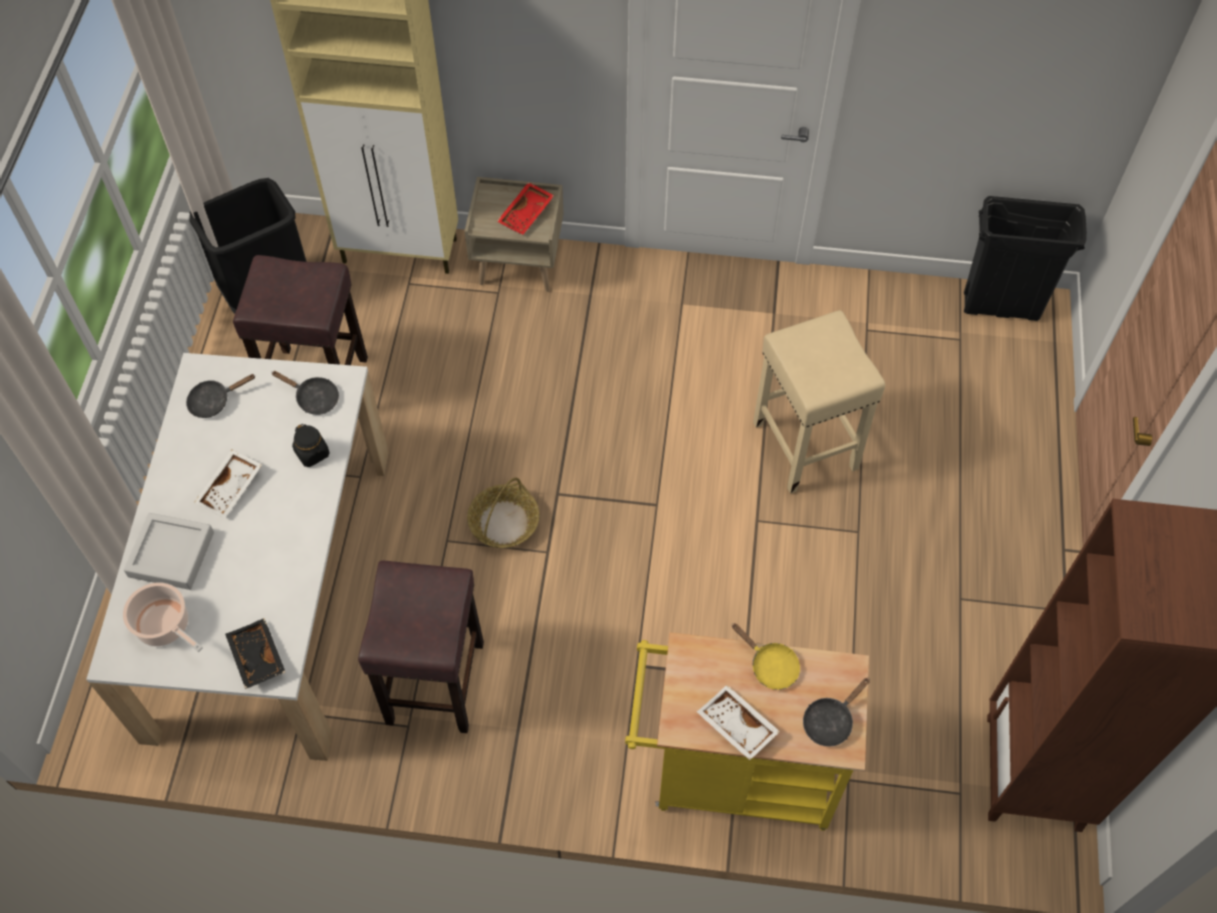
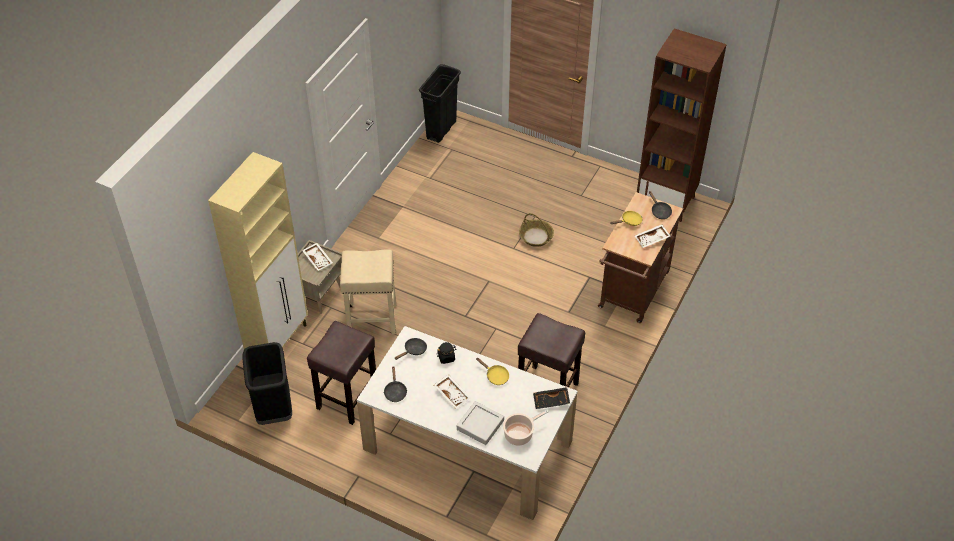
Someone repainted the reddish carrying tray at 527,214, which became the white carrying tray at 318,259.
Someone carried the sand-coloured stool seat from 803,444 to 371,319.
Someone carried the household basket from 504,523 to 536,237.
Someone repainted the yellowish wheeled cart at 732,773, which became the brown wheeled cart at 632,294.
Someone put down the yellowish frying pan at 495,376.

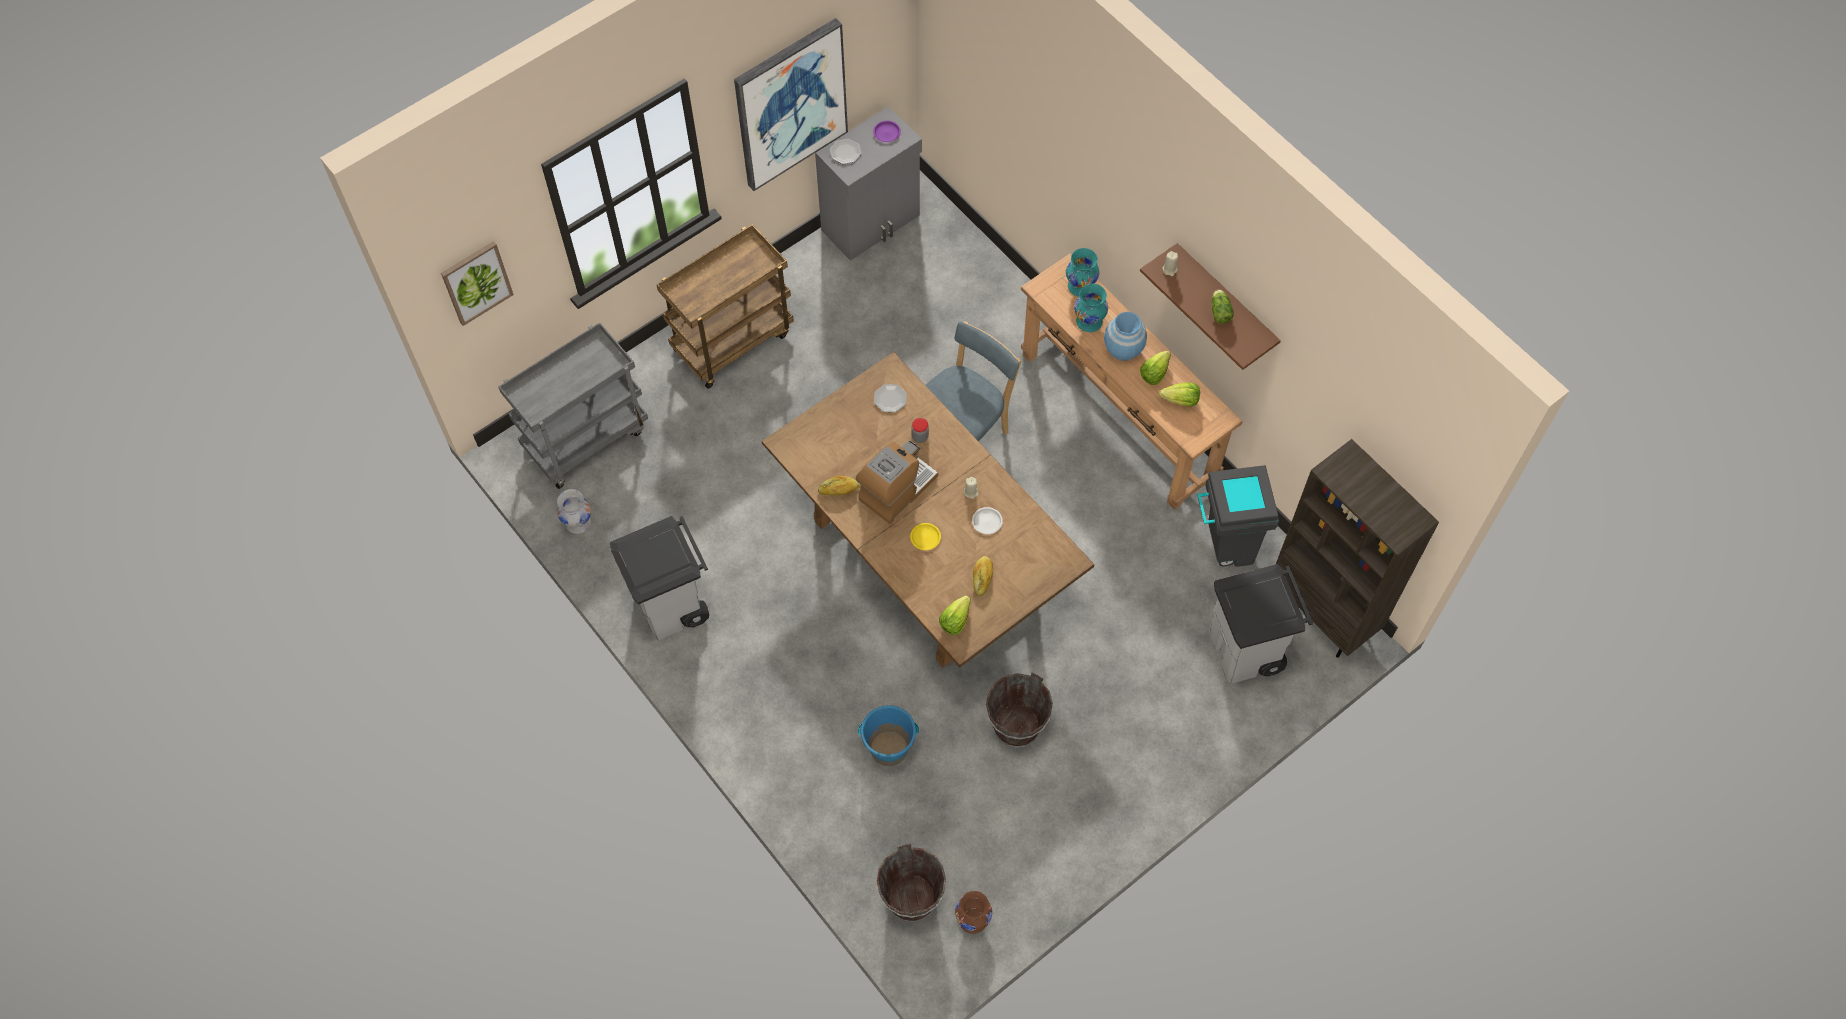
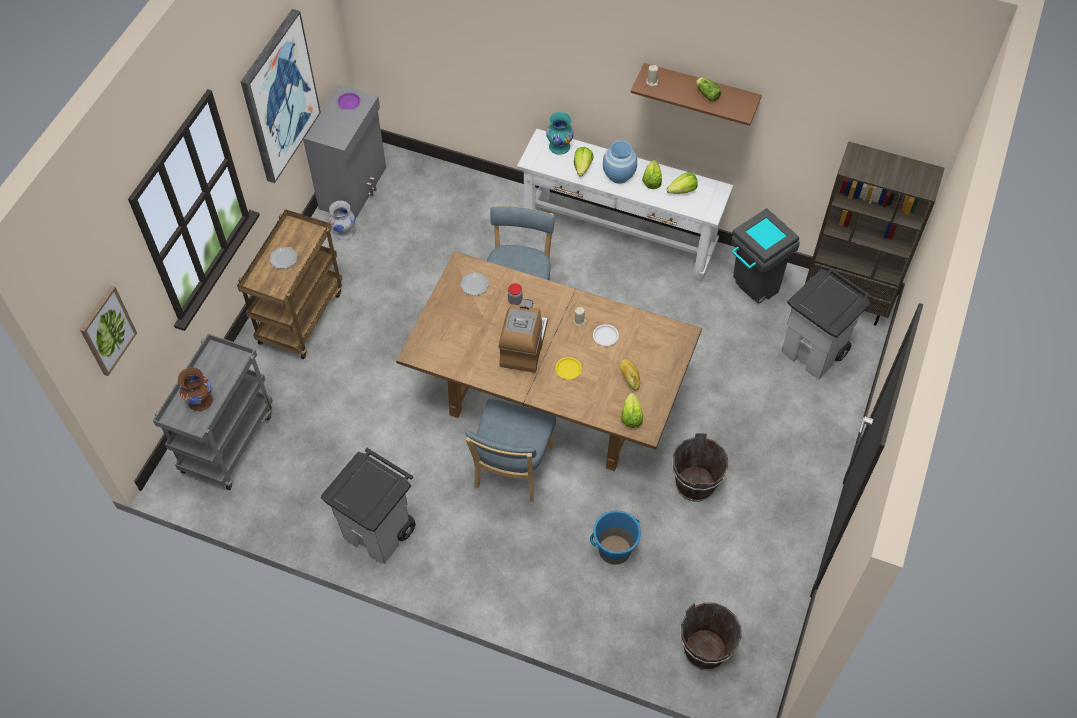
Someone carried the dinner plate from 845,152 to 283,258.
Someone repainted the brown narrow table at 1118,415, which became the white narrow table at 619,237.
Someone swapped the blue-green decorative vase at 1089,321 for the lettuce head at 582,167.
Someone took away the baked bread at 839,490.
Someone carried the white decorative vase from 578,523 to 345,232.
Someone carried the brown decorative vase from 973,920 to 201,401.
Someone put down the blue-coloured chair at 511,470.

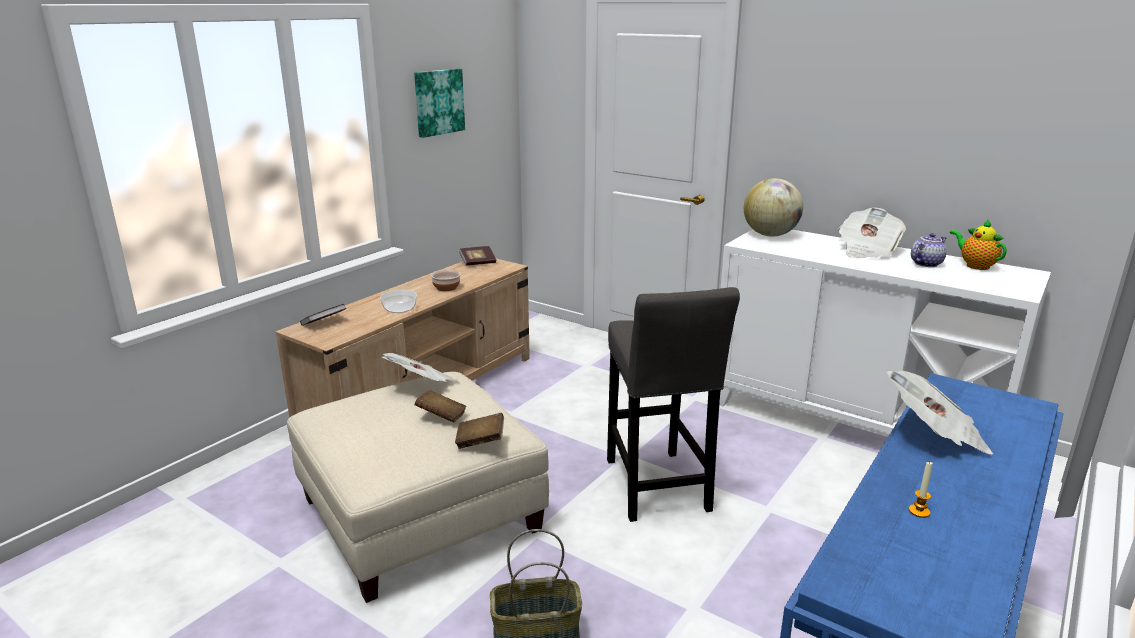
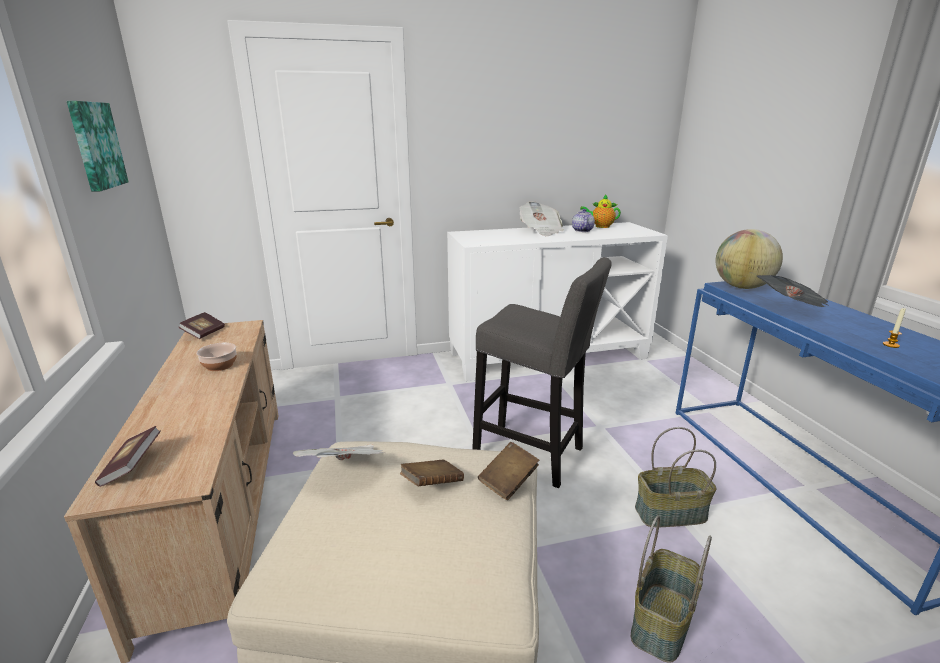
Someone carried the desk globe from 770,235 to 742,287.
Someone took away the deep dish at 400,309.
Someone put down the household basket at 670,514.

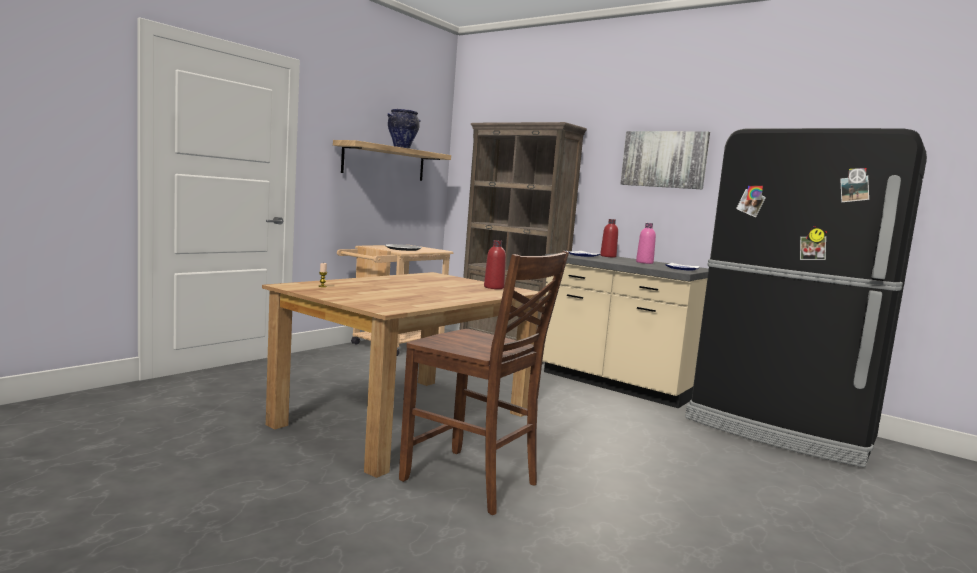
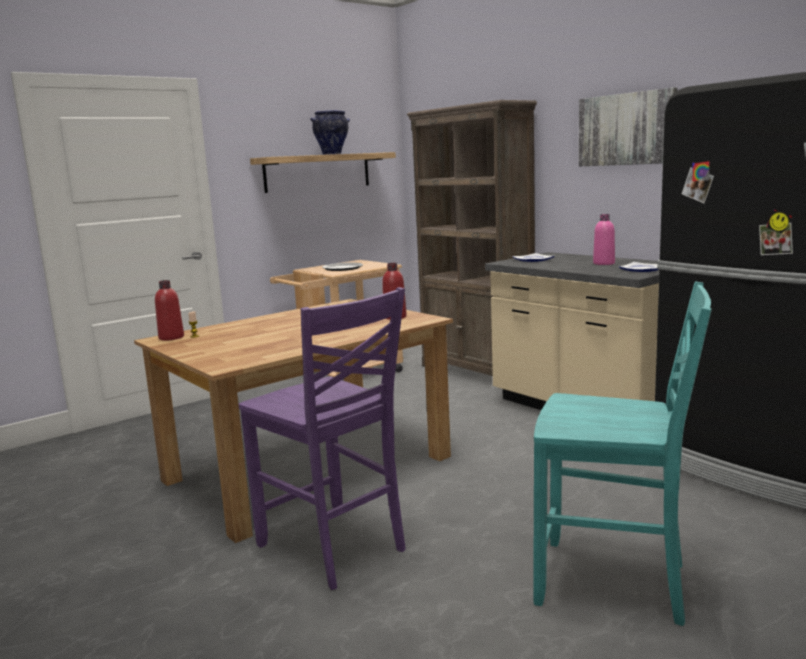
Someone carried the reddish drink bottle from 608,256 to 171,337.
Someone repainted the brown chair at 472,482, which became the purplish chair at 333,548.
Someone put down the blue-green chair at 614,583.

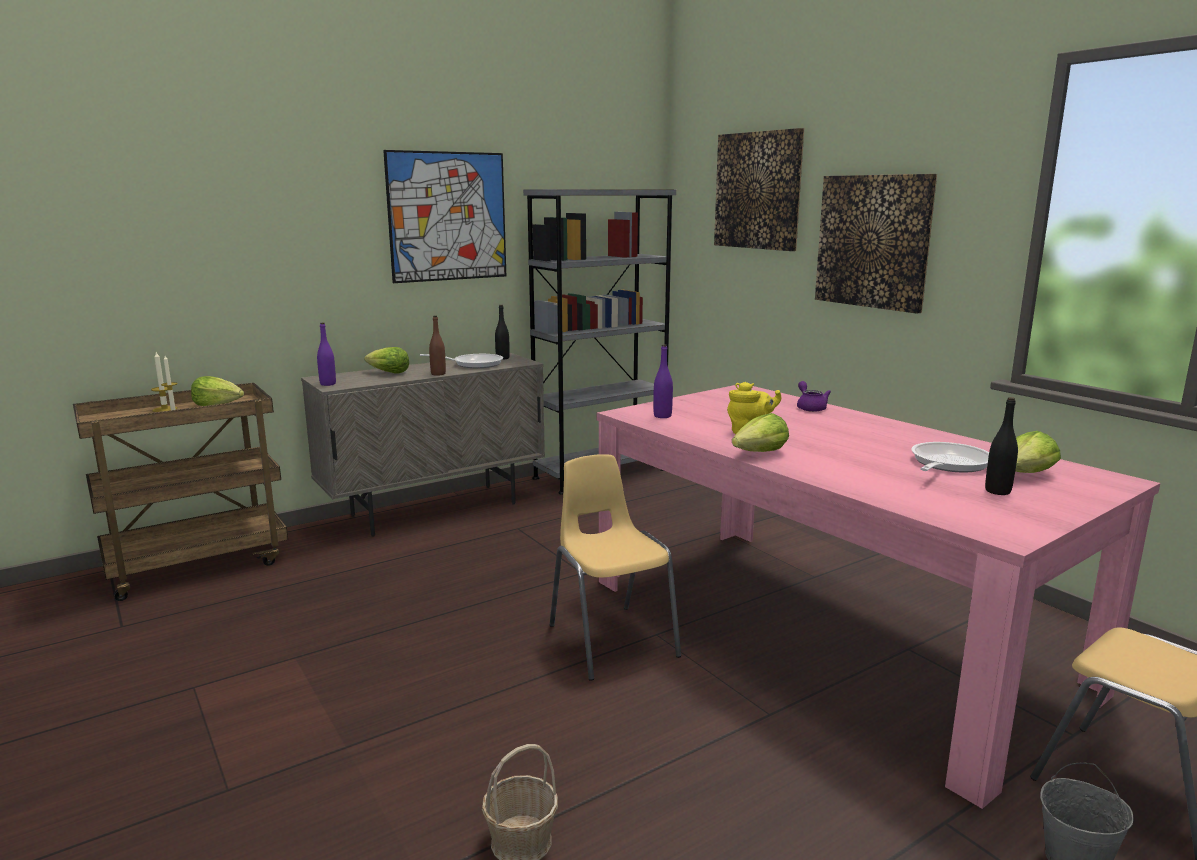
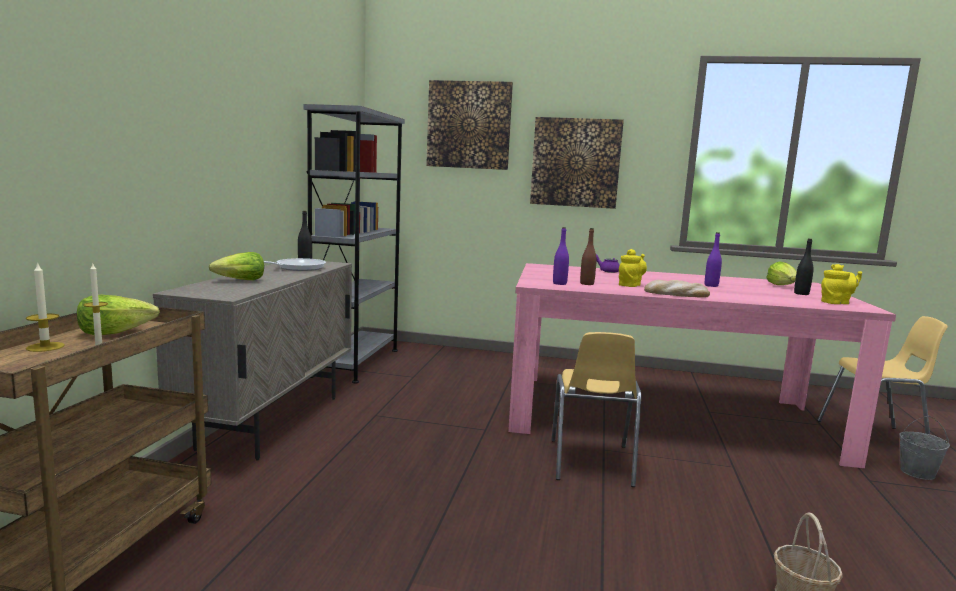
Someone took away the wall art at 448,216.
Someone carried the brown drink bottle from 438,374 to 587,284.
Someone carried the purplish drink bottle from 328,384 to 711,285.
Someone swapped the lettuce head at 760,453 for the baked bread at 676,294.
Someone took away the frying pan at 947,464.
Someone rotated the yellowish chair at 611,640 by 105 degrees counterclockwise.
Someone put down the yellowish pot for tea at 837,303.

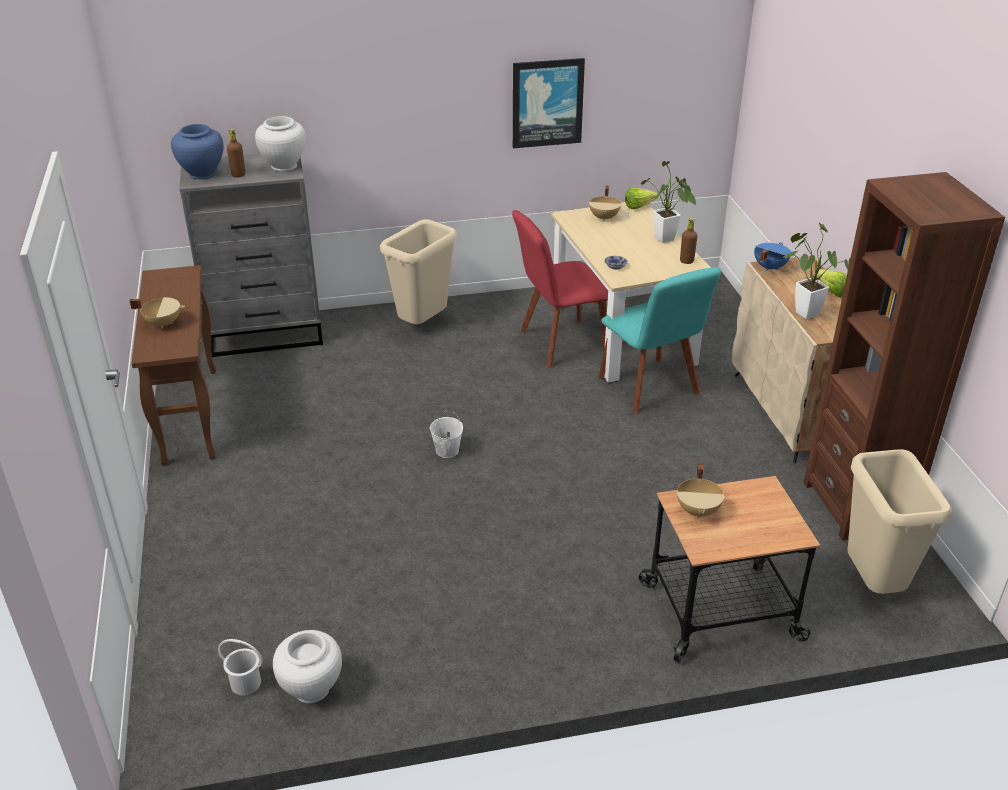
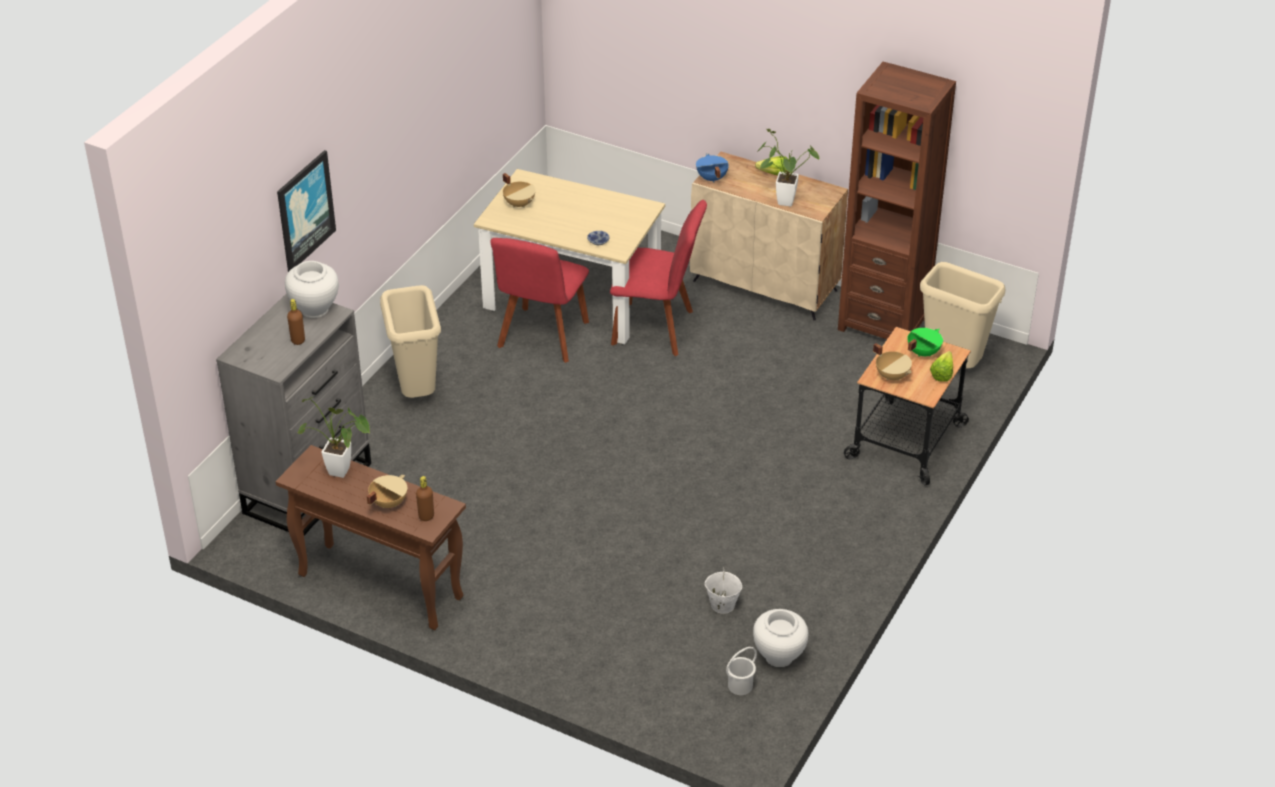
Someone carried the wall art from 547,103 to 305,210.
Someone took away the blue-coloured decorative vase at 202,174.
Someone carried the plant in a pot from 666,241 to 344,472.
Someone carried the lettuce head from 641,206 to 944,372.
Someone carried the brown drink bottle from 686,261 to 426,516.
Someone repainted the blue-green chair at 651,388, which became the reddish chair at 657,329.
Someone carried the white pail from 447,450 to 722,605.
Someone put down the green-coloured stockpot at 922,352.

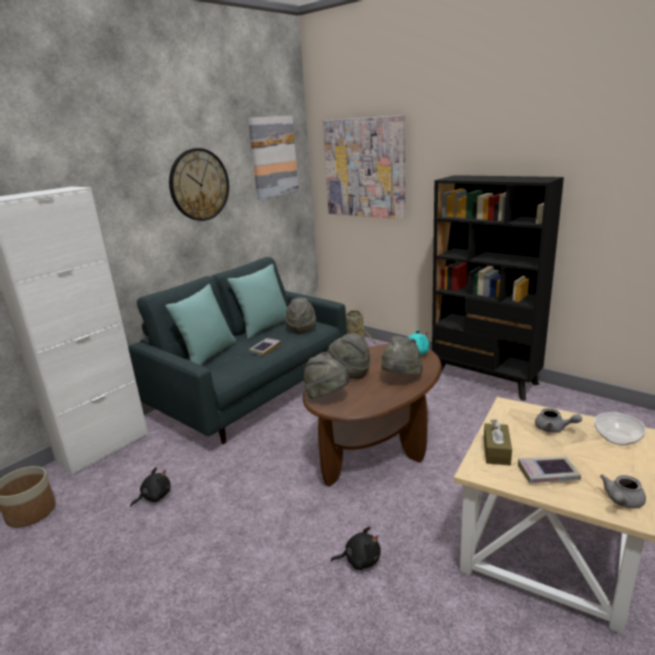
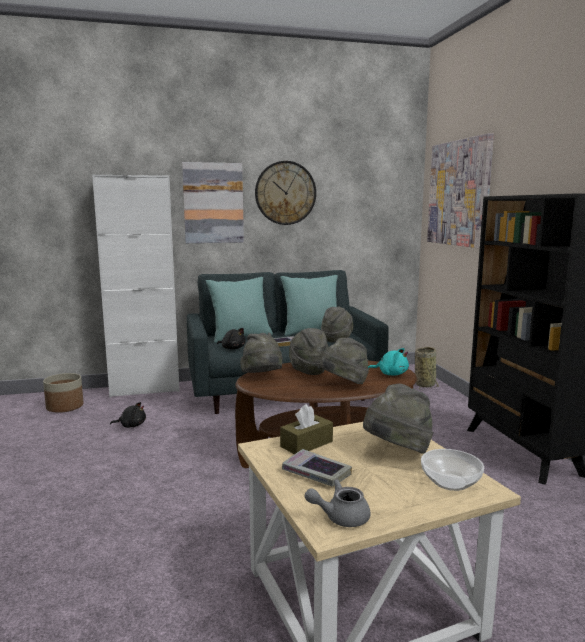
Someone carried the wall art from 273,157 to 213,203.
Someone swapped the gray pot for tea at 554,428 for the gray clothing hat at 397,452.
Someone carried the blackish soft toy from 360,559 to 232,348.

